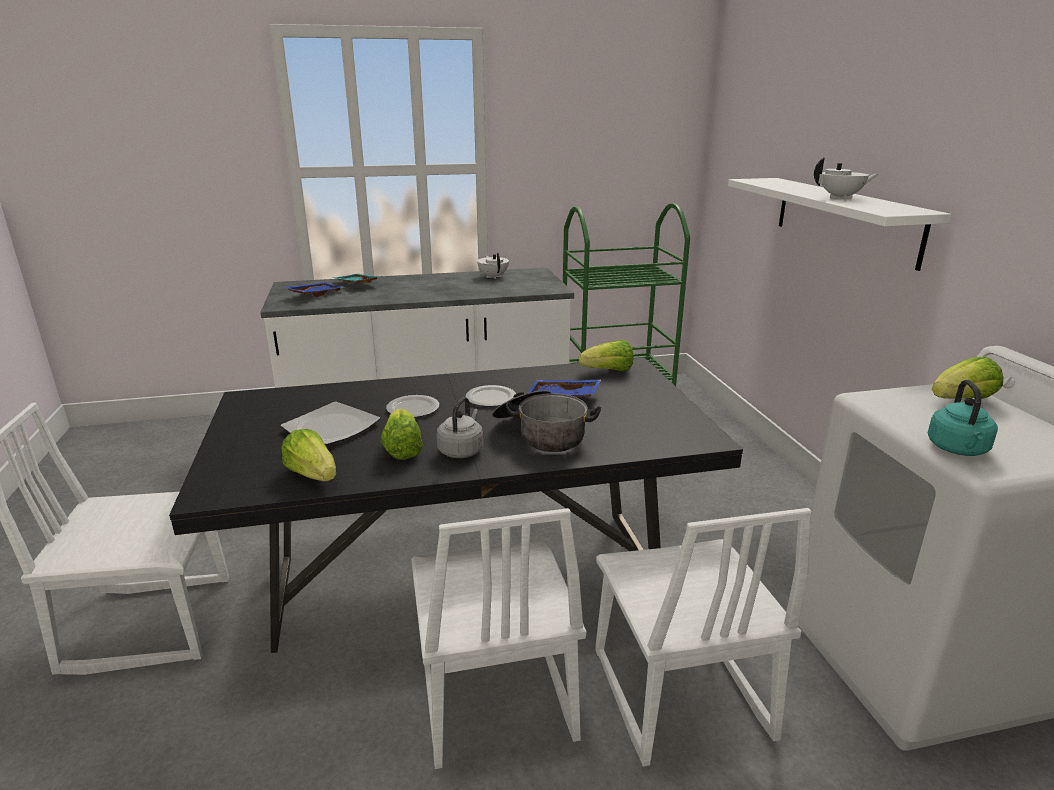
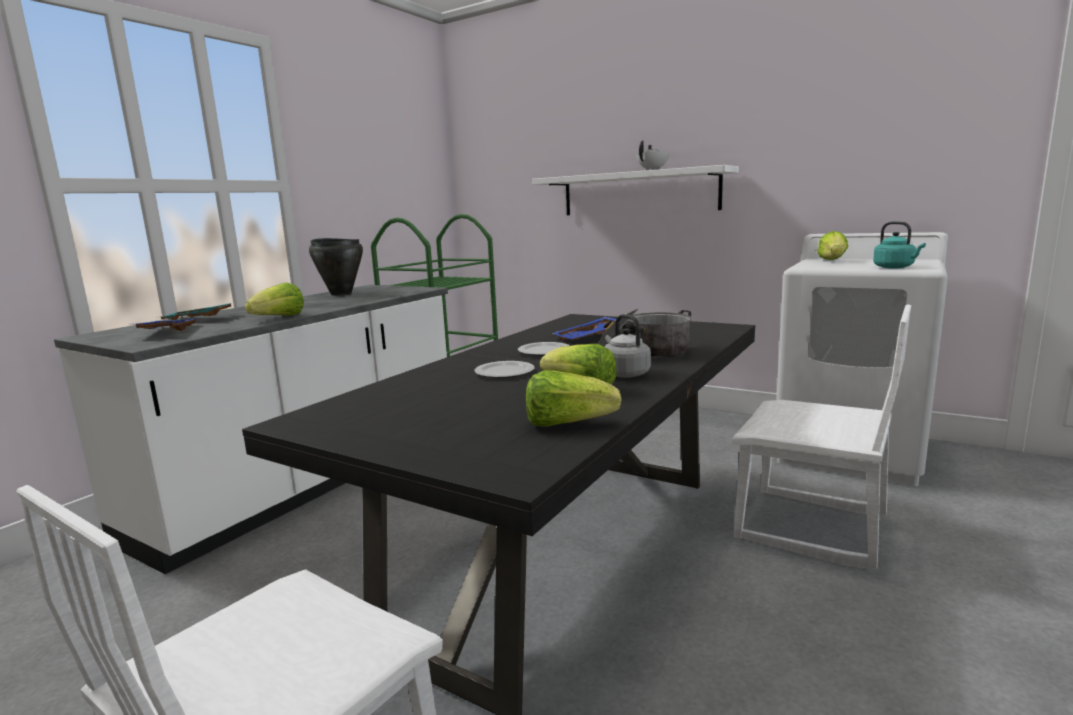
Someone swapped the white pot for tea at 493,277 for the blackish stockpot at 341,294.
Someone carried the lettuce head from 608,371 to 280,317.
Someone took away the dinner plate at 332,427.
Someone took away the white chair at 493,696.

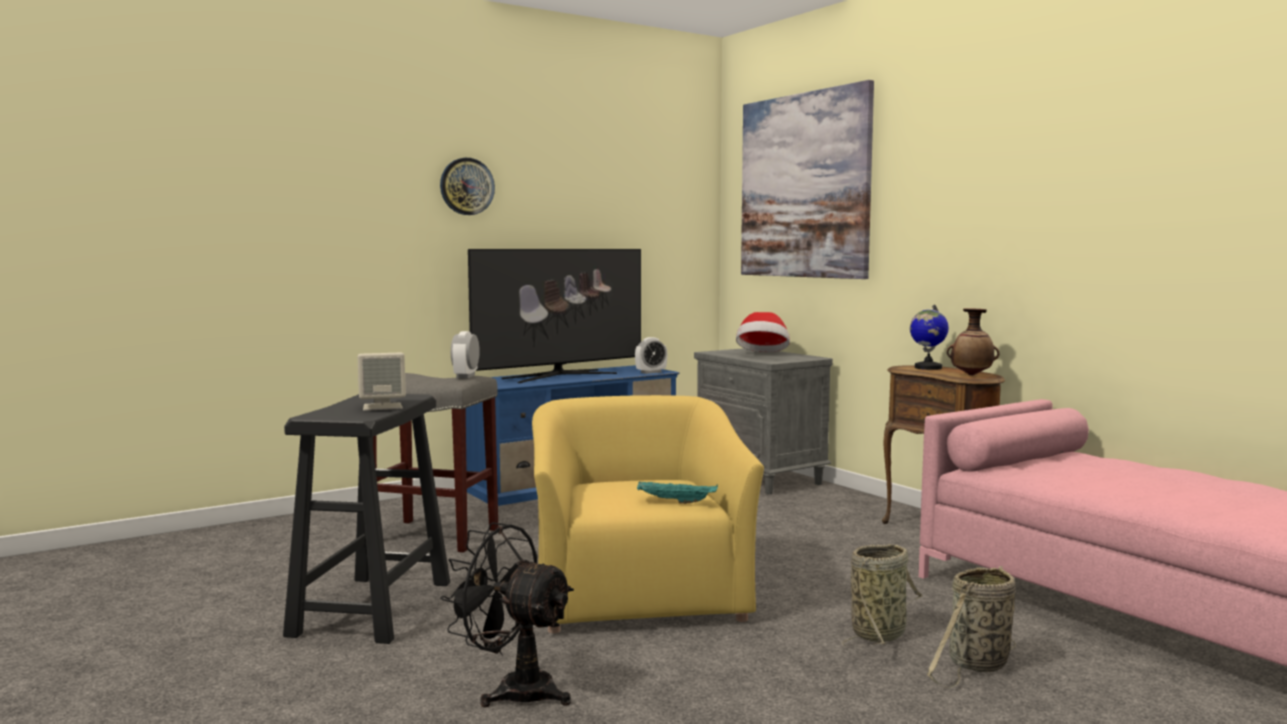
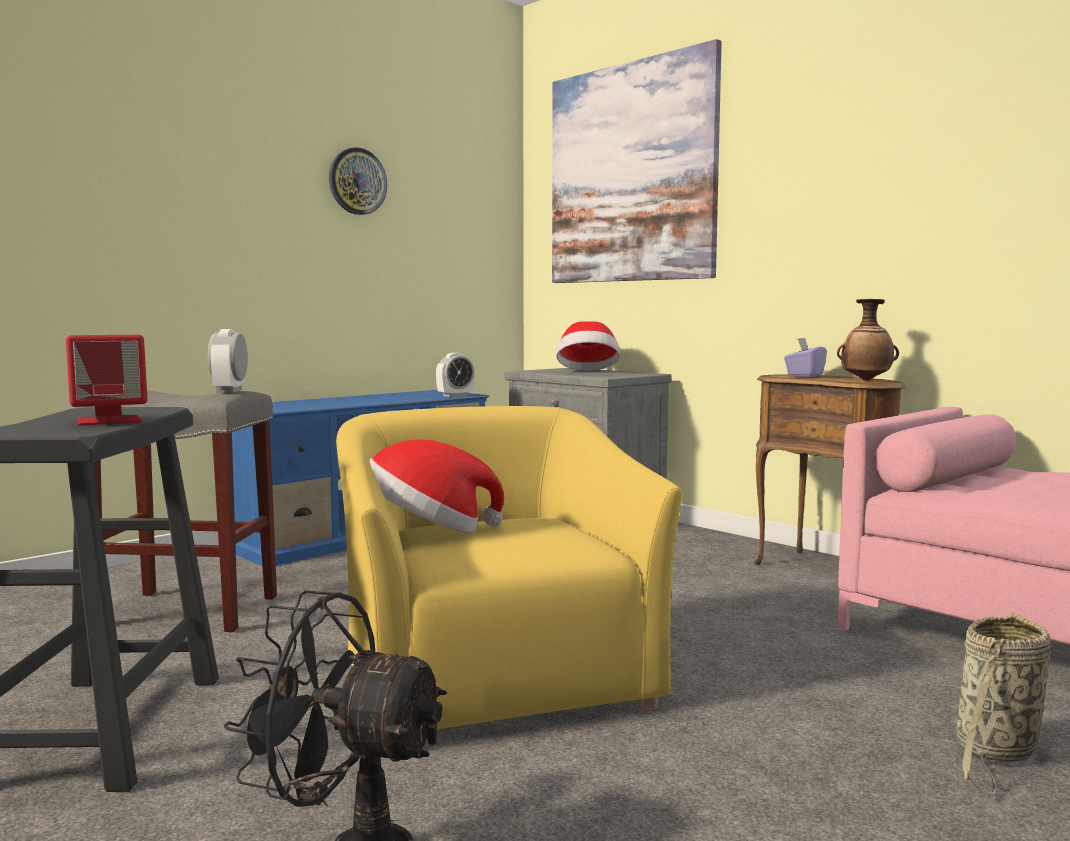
Someone carried the hanging clock from 466,186 to 357,181.
Someone took away the television at 559,376.
Someone swapped the desk globe at 927,368 for the purplish box of tissues at 804,375.
Someone repainted the sand-coloured speaker at 383,407, which became the reddish speaker at 110,421.
Someone took away the blue-green carrying tray at 675,502.
Someone took away the household basket at 880,634.
Someone put down the clothing hat at 427,531.

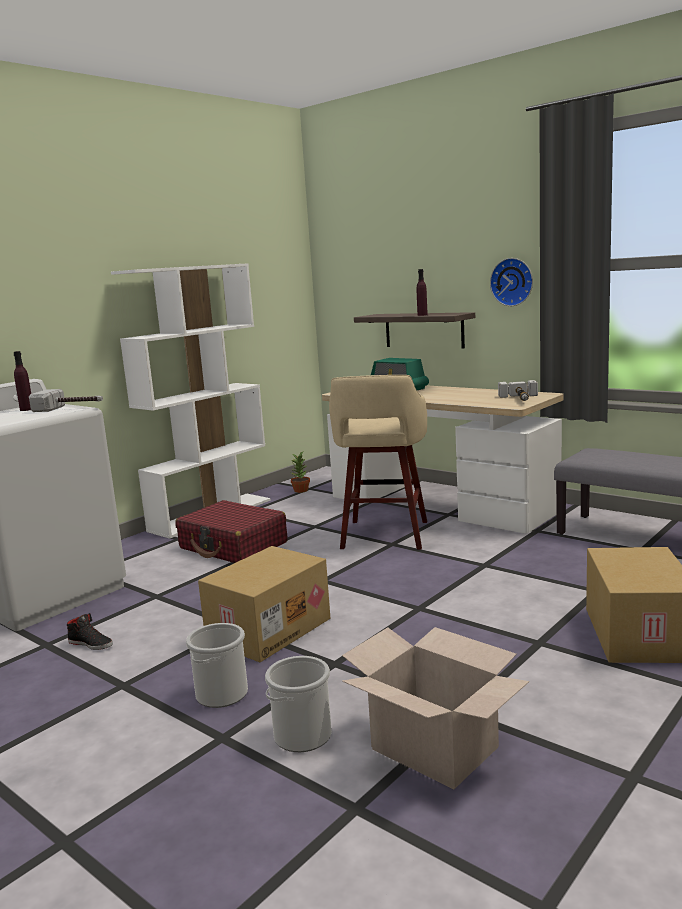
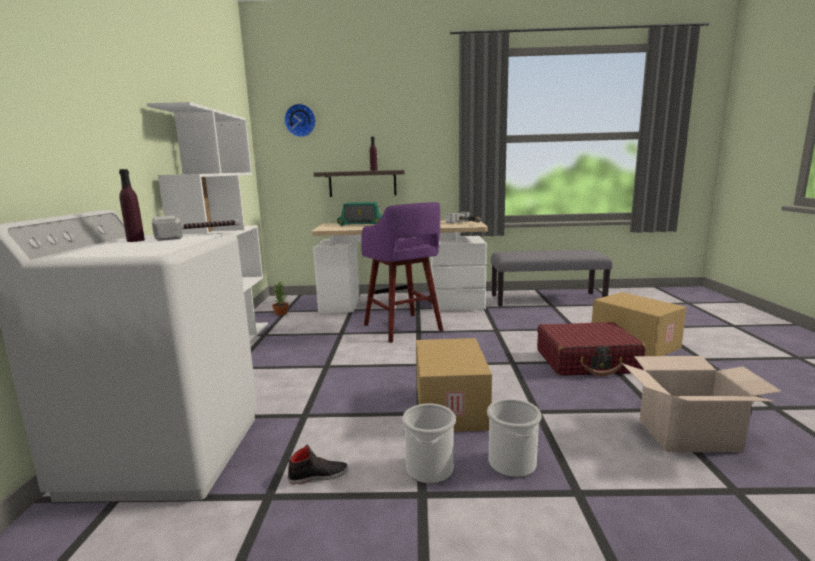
Someone carried the hanging clock from 513,282 to 300,120.
Someone repainted the sand-coloured stool seat at 384,536, which became the purplish stool seat at 403,328.
Someone carried the reddish travel case from 233,546 to 587,361.
Someone carried the pail from 303,735 to 429,468.

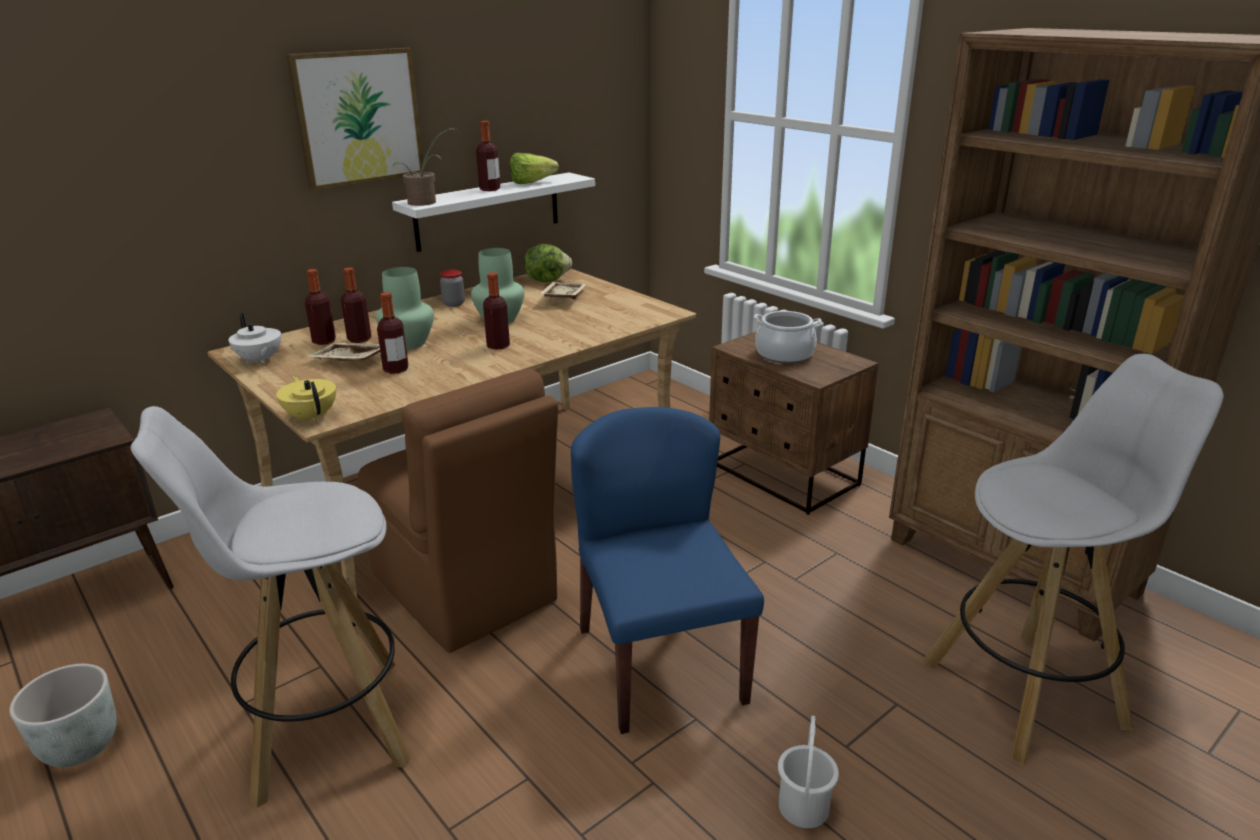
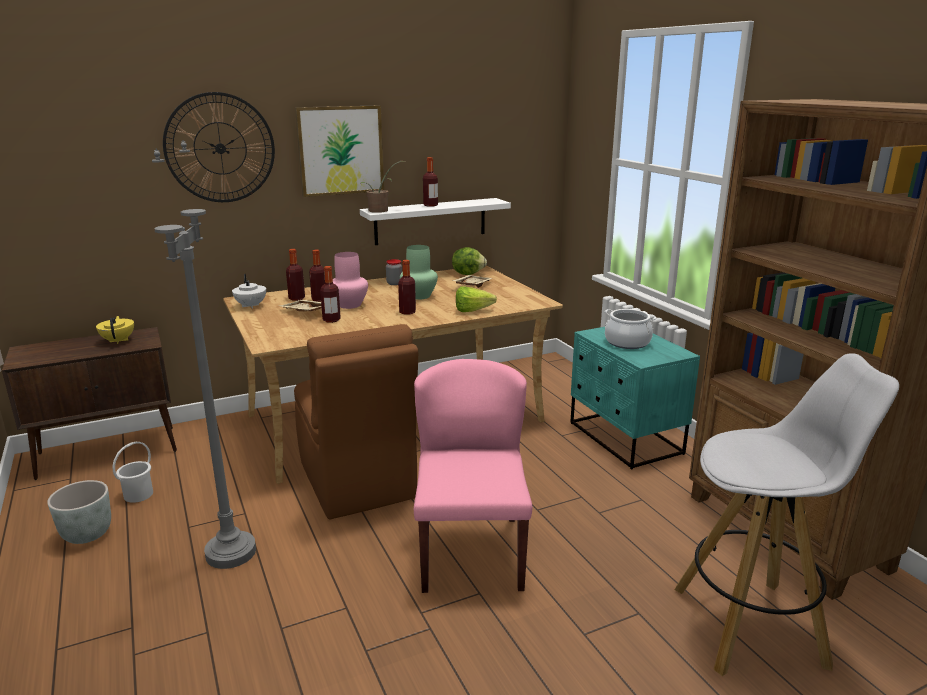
Someone carried the lettuce head from 535,183 to 476,311.
Someone repainted the green-coloured decorative vase at 408,343, which became the pink decorative vase at 349,305.
Someone repainted the brown bedside table at 783,475, which became the blue-green bedside table at 624,439.
Someone carried the yellowish pot for tea from 311,416 to 118,340.
Someone swapped the white stool seat at 324,730 for the gray standard lamp at 230,552.
Someone repainted the blue-coloured chair at 660,663, which became the pink chair at 470,552.
Someone carried the white pail from 804,806 to 139,494.
Someone put up the hanging clock at 220,148.

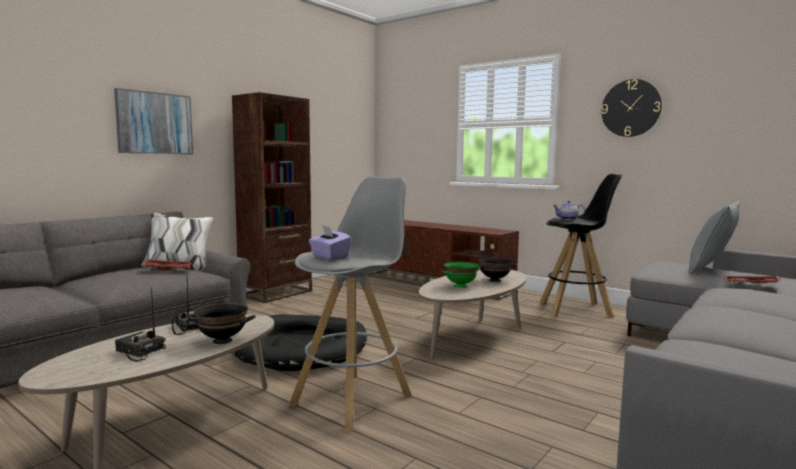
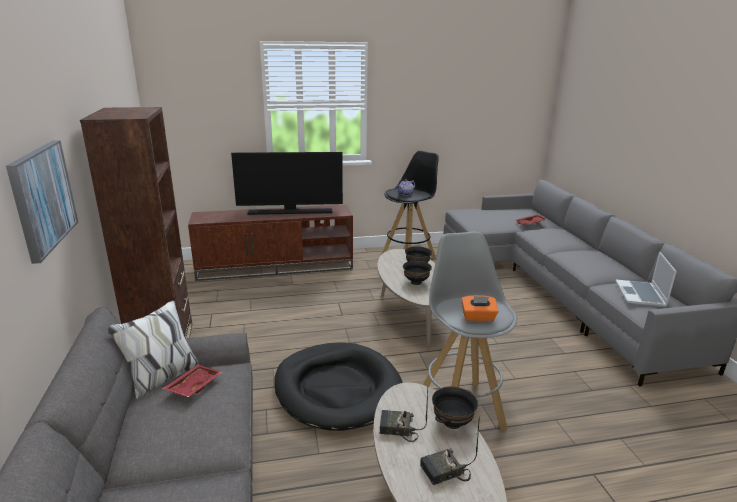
Someone took away the hanging clock at 631,108.
Someone took away the throw pillow at 711,270.
Someone repainted the purplish box of tissues at 329,257, which became the orange-coloured box of tissues at 478,318.
Someone repainted the green-coloured deep dish at 460,286, which became the blackish deep dish at 416,282.
Someone put down the television at 290,212.
Someone put down the notebook computer at 641,295.

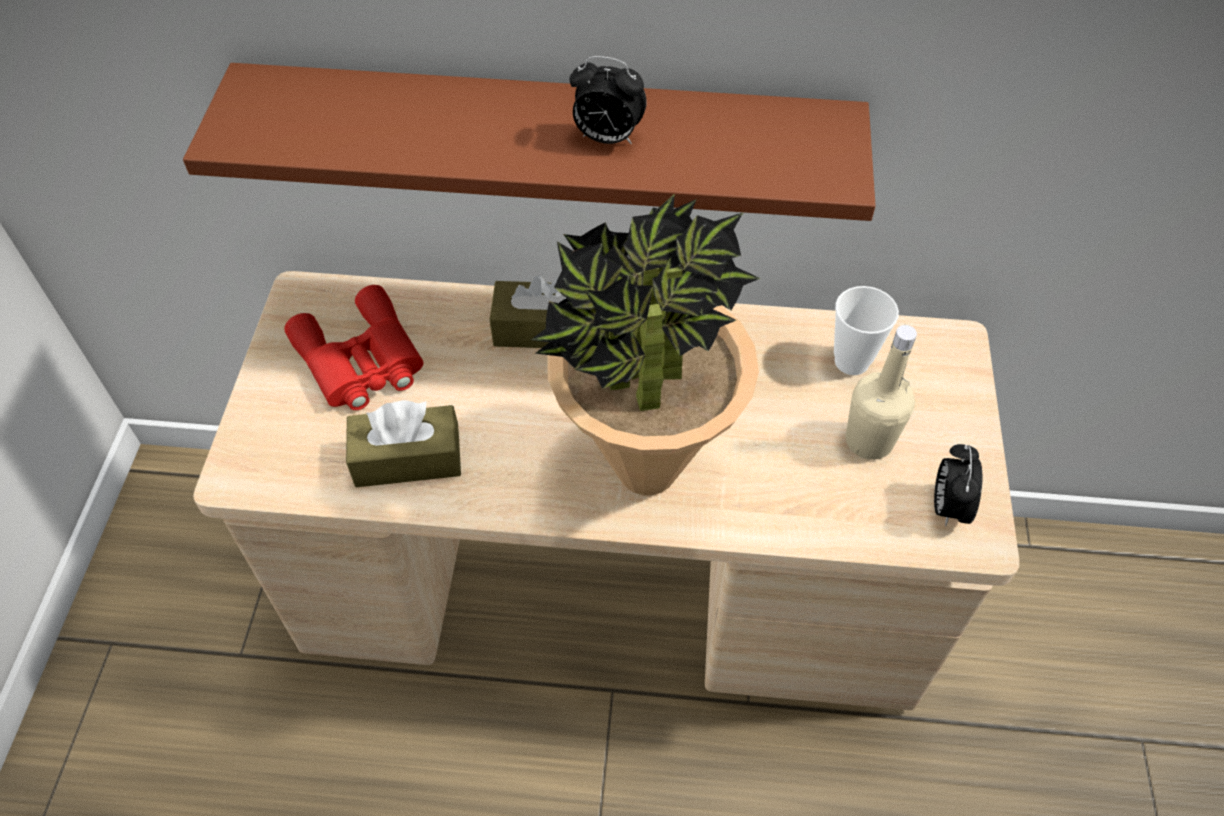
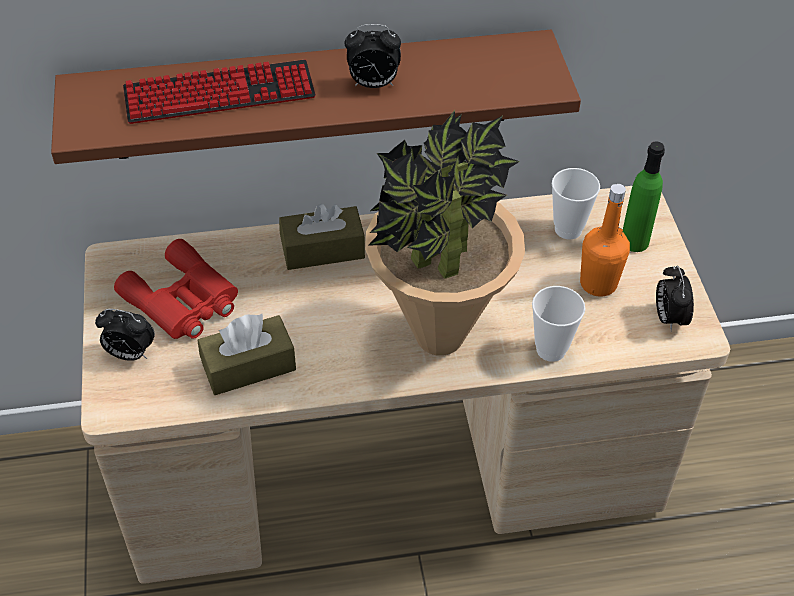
Someone repainted the sand-coloured drink bottle at 869,441, which became the orange-coloured drink bottle at 598,283.
Someone put down the PC keyboard at 219,94.
Someone put down the green-coloured drink bottle at 634,241.
Someone put down the drinking cup at 551,349.
Someone put down the alarm clock at 130,354.

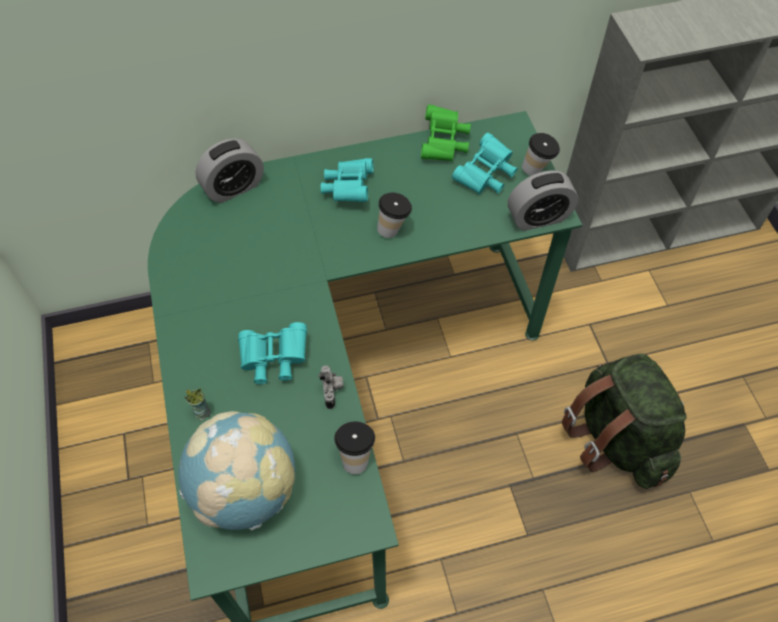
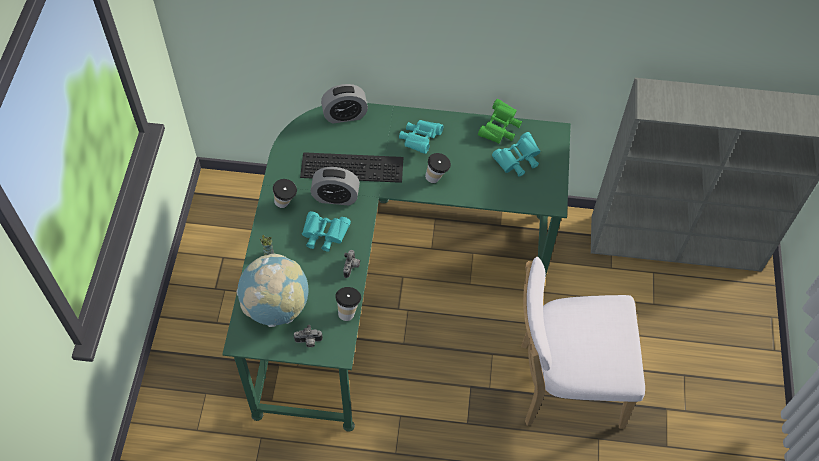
Someone carried the drinking cup from 537,170 to 286,204.
Someone carried the alarm clock from 538,218 to 336,197.
Someone swapped the green-coloured knapsack at 617,438 for the white chair at 564,383.
Someone put down the PC keyboard at 353,166.
Someone put down the photo camera at 308,342.

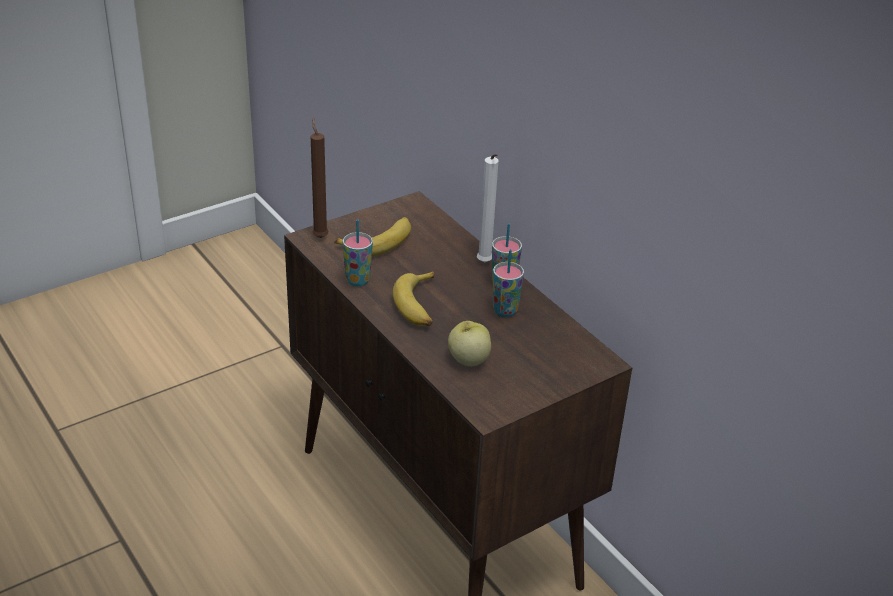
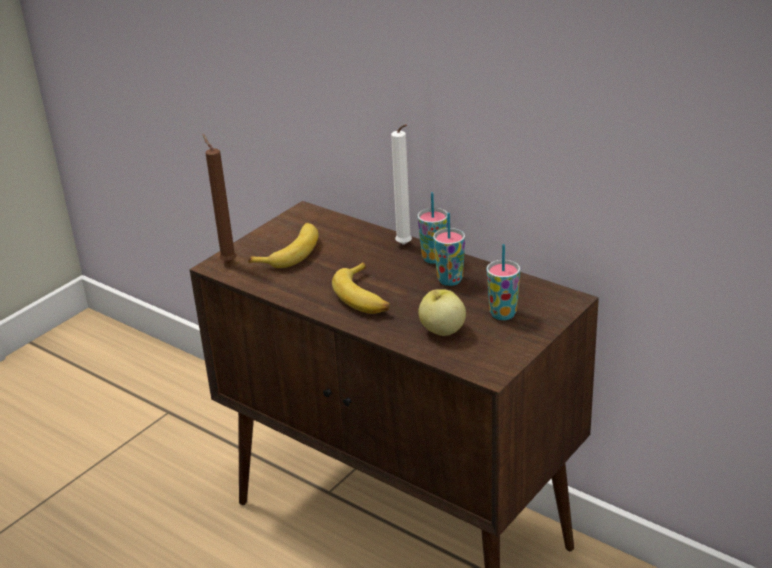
Someone carried the drinking cup from 358,280 to 503,314.

